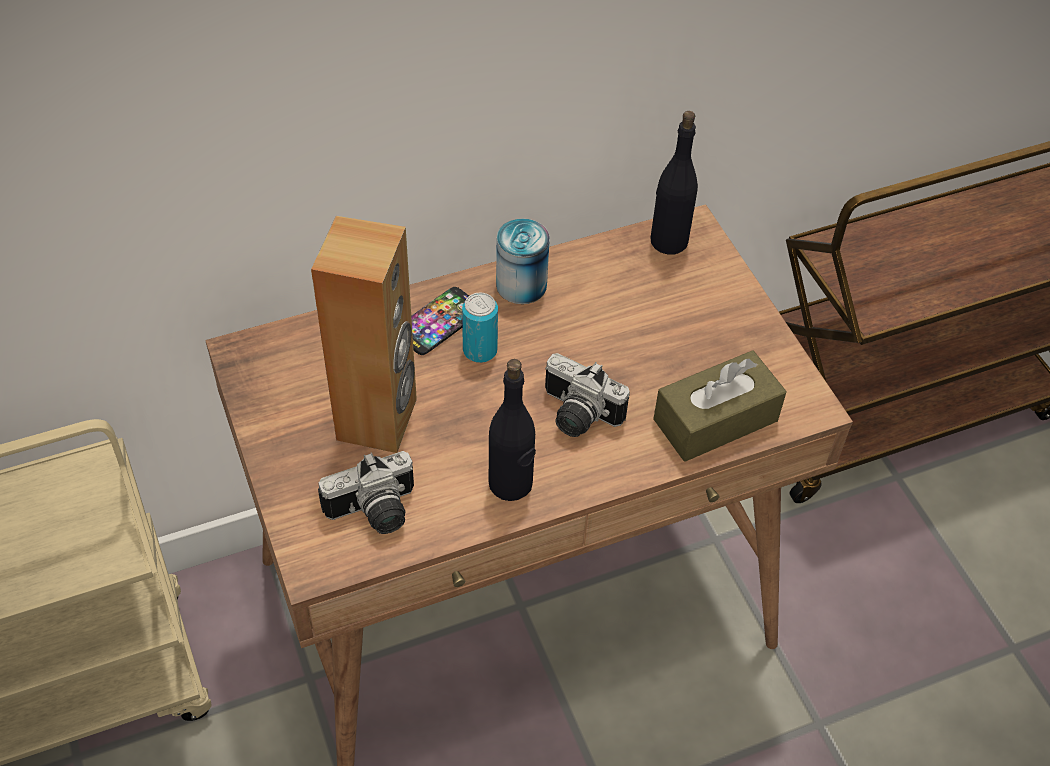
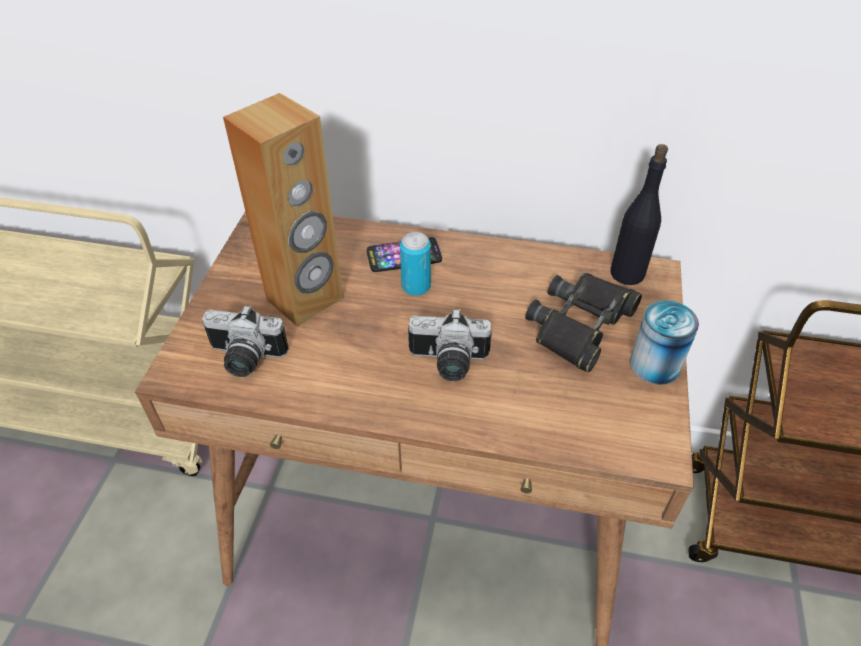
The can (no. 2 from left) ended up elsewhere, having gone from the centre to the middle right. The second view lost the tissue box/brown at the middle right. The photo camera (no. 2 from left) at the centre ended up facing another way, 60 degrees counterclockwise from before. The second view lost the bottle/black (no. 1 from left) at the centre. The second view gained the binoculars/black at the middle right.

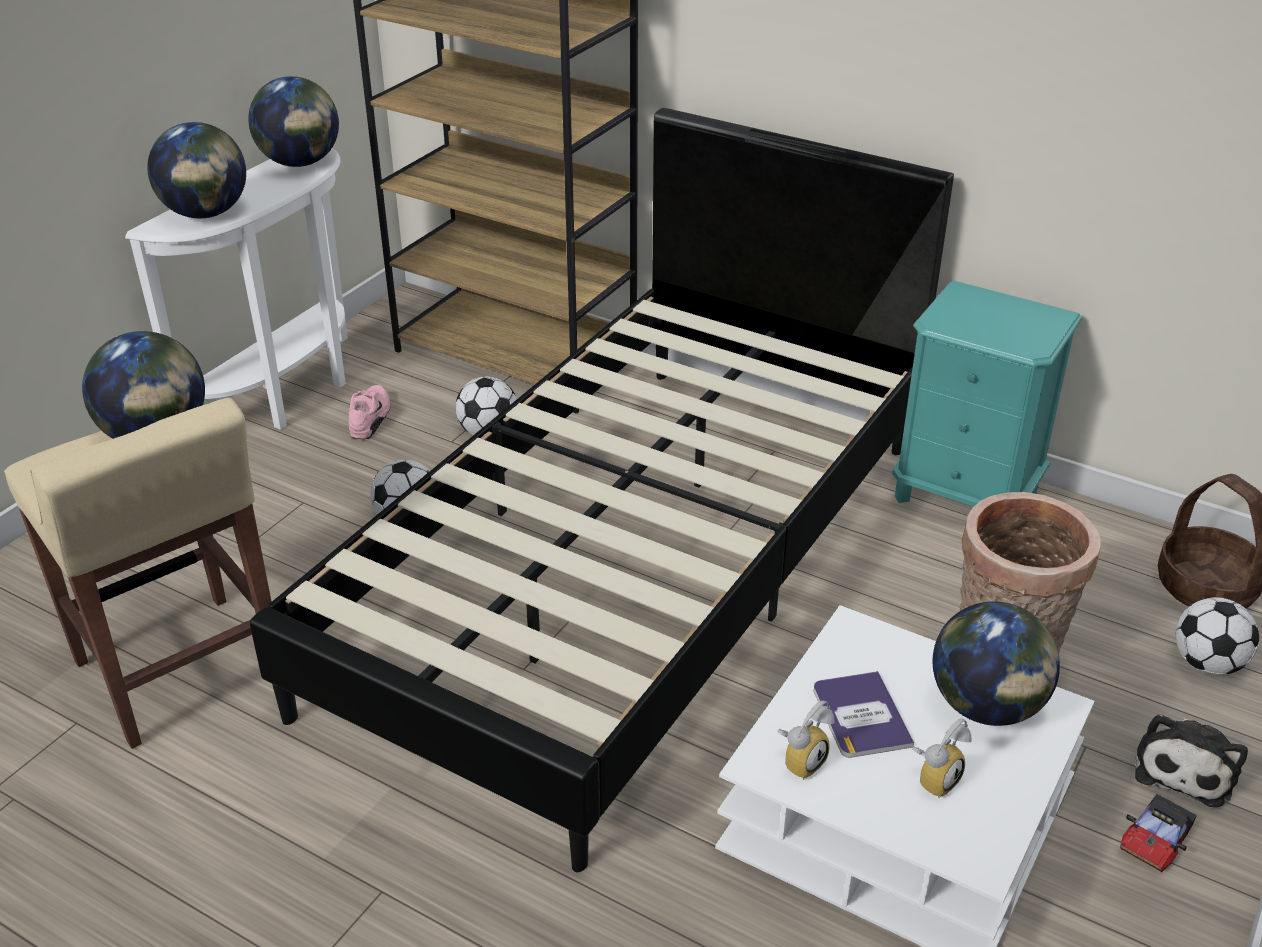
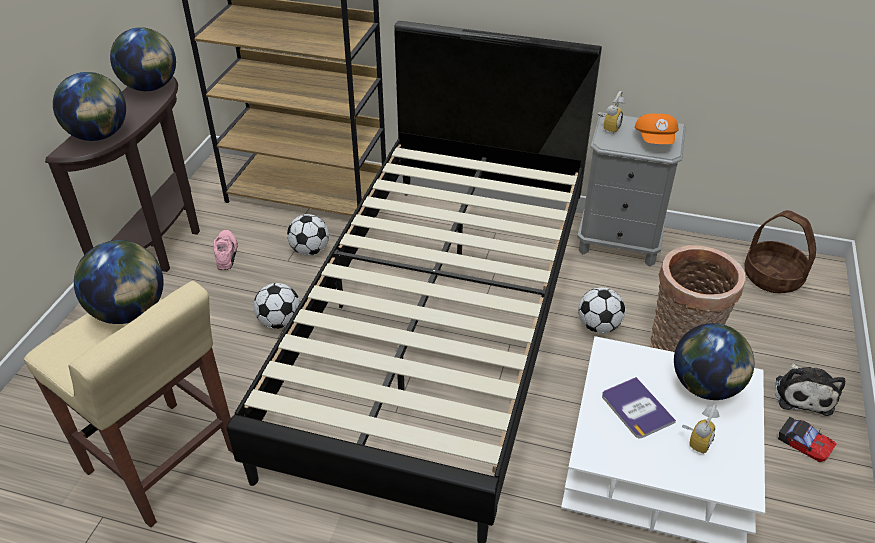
What was the console table/white at the top left turned into the console table/brown at the top left. What was the nightstand/turquoise at the middle right turned into the nightstand/grey at the middle right. The football (no. 3 from left) ended up elsewhere, having gone from the bottom right to the middle right. The alarm clock (no. 1 from left) ended up elsewhere, having gone from the bottom centre to the top right. The toy car at the bottom right ended up facing another way, 75 degrees counterclockwise from before. The second view gained the cap/orange at the top right.

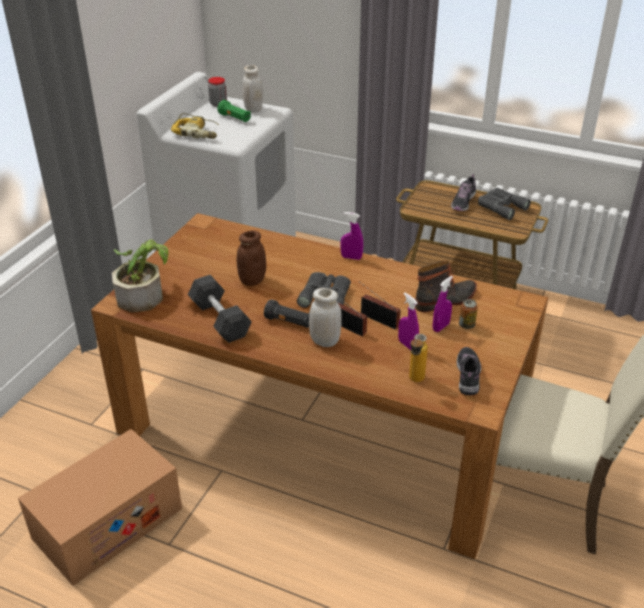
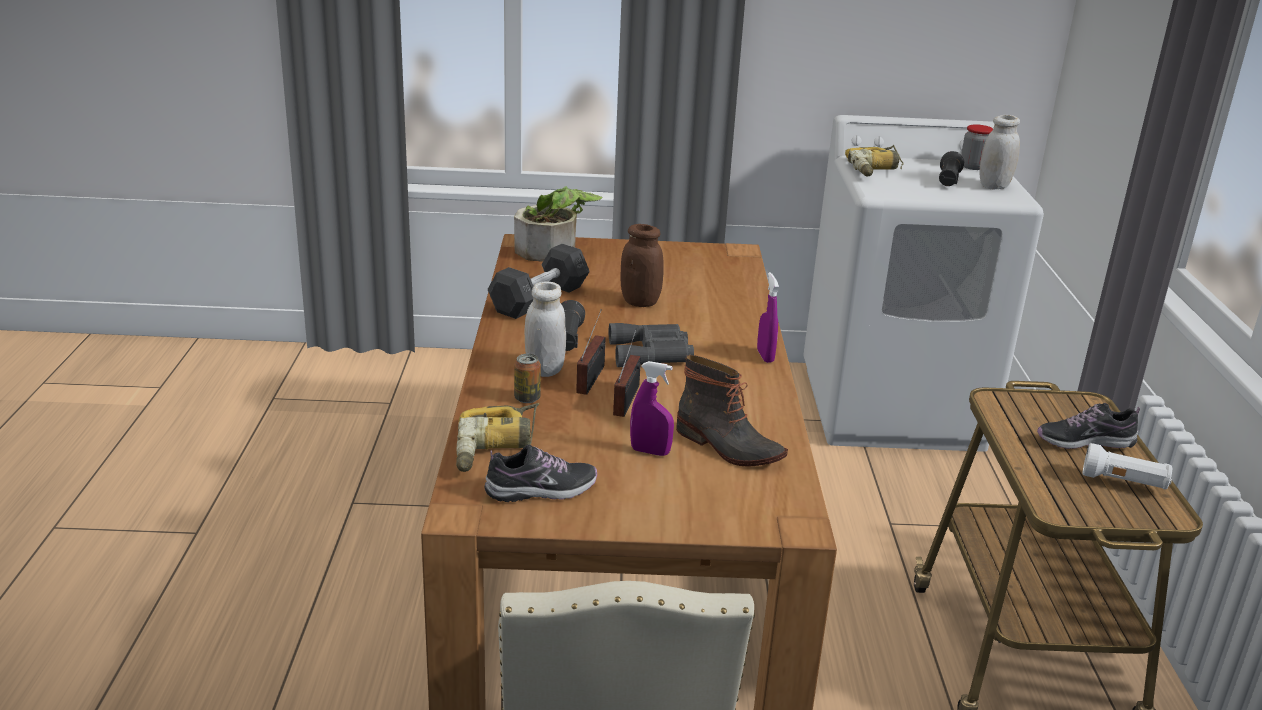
What was the flashlight/green at the top centre turned into the flashlight/black (no. 2 from left) at the top right. Where the binoculars/grey (no. 2 from left) stood at the middle right, the flashlight/white came to stand at the middle right. The second view lost the spray bottle/purple (no. 2 from left) at the centre. The can ended up elsewhere, having gone from the middle right to the centre. Where the bottle stood at the centre, the power drill (no. 1 from left) came to stand at the centre. The second view lost the cardboard box at the bottom left.

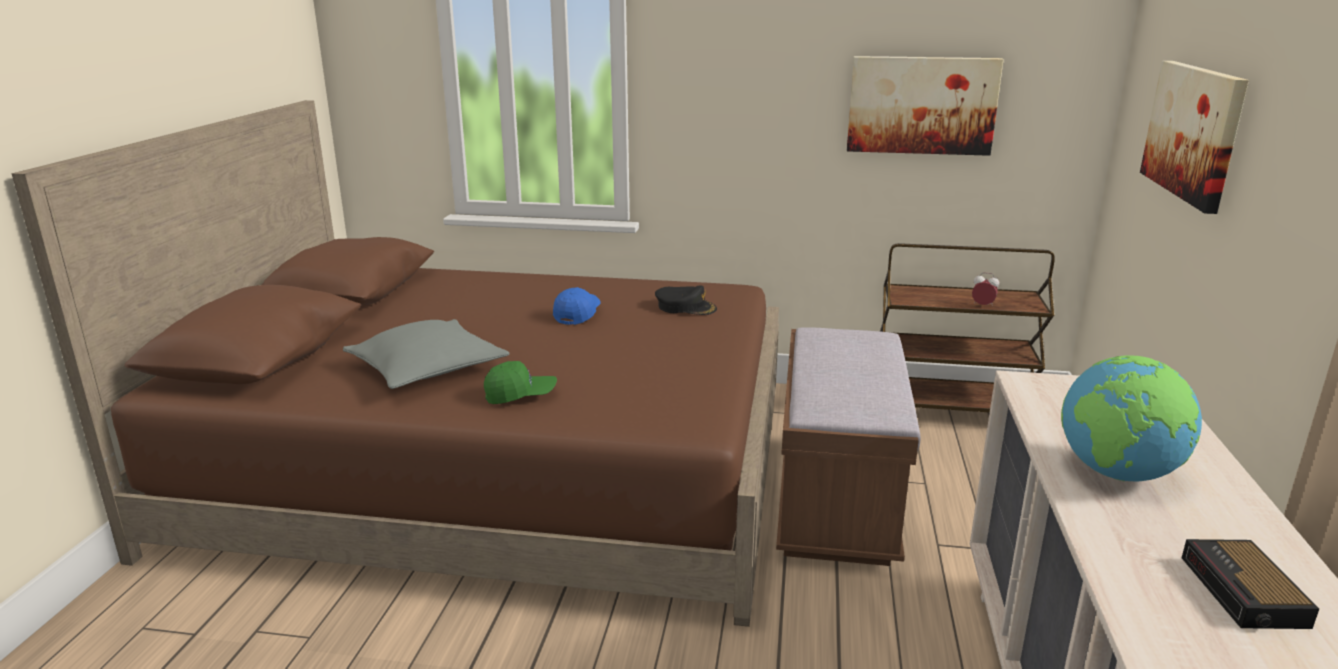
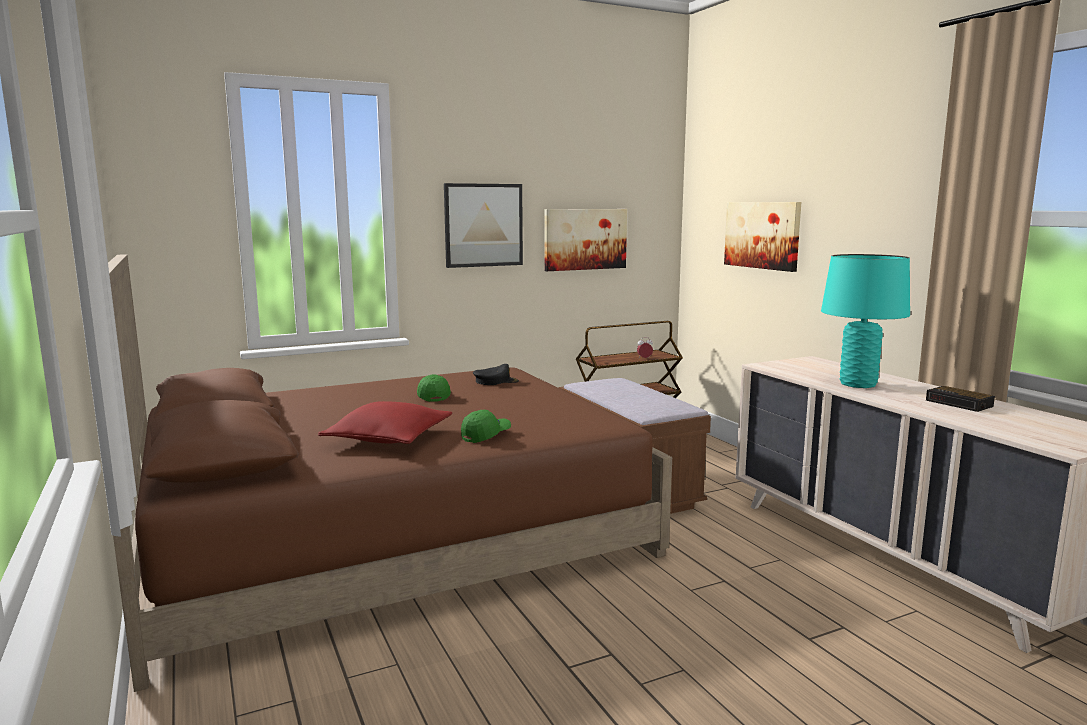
What was the cap/blue at the centre turned into the cap/green (no. 1 from left) at the centre. What was the pillow/grey at the middle left turned into the pillow/red at the centre. Where the globe stood at the middle right, the table lamp/turquoise came to stand at the middle right. The second view gained the picture (no. 1 from left) at the top centre.

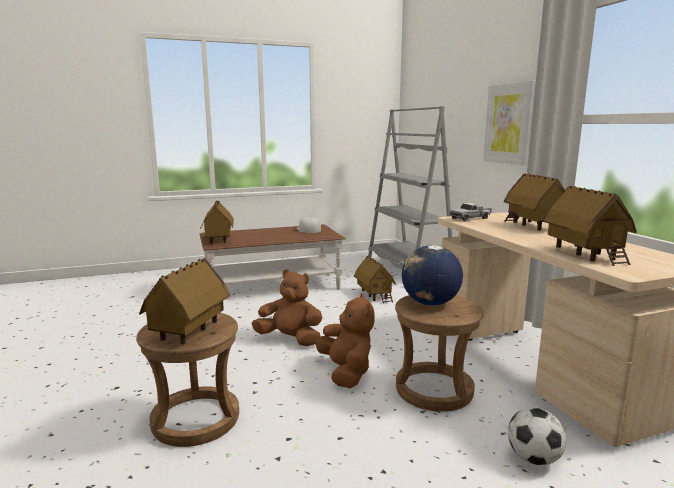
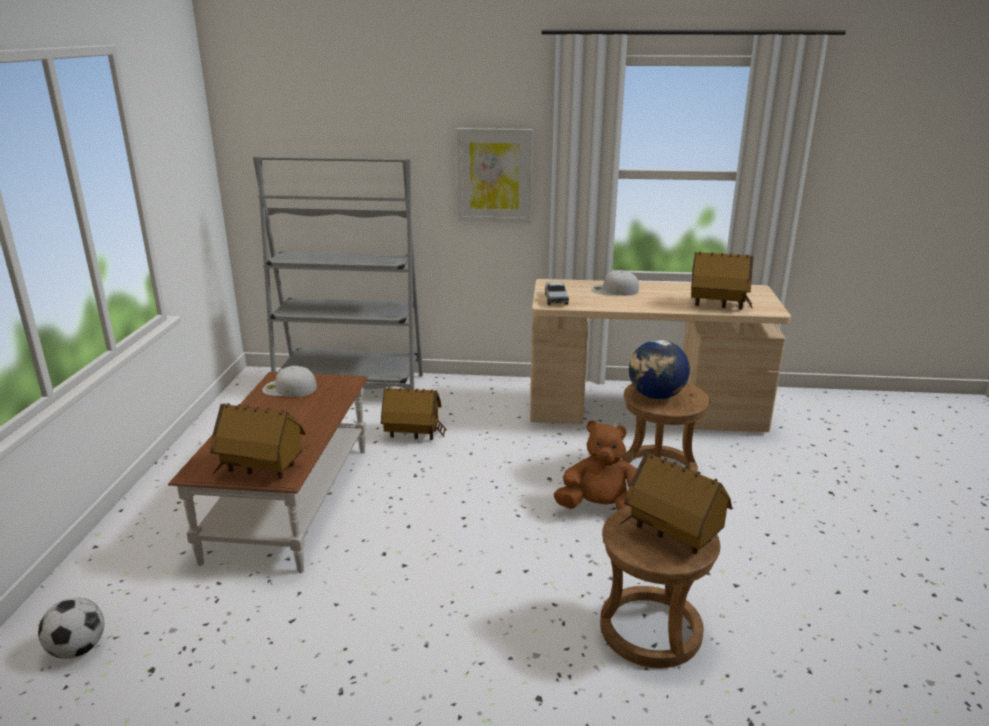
Where the toy house (no. 4 from left) stood at the middle right, the cap/white (no. 2 from left) came to stand at the centre. The second view lost the plush toy/brown (no. 1 from left) at the centre. The football ended up elsewhere, having gone from the bottom right to the bottom left.

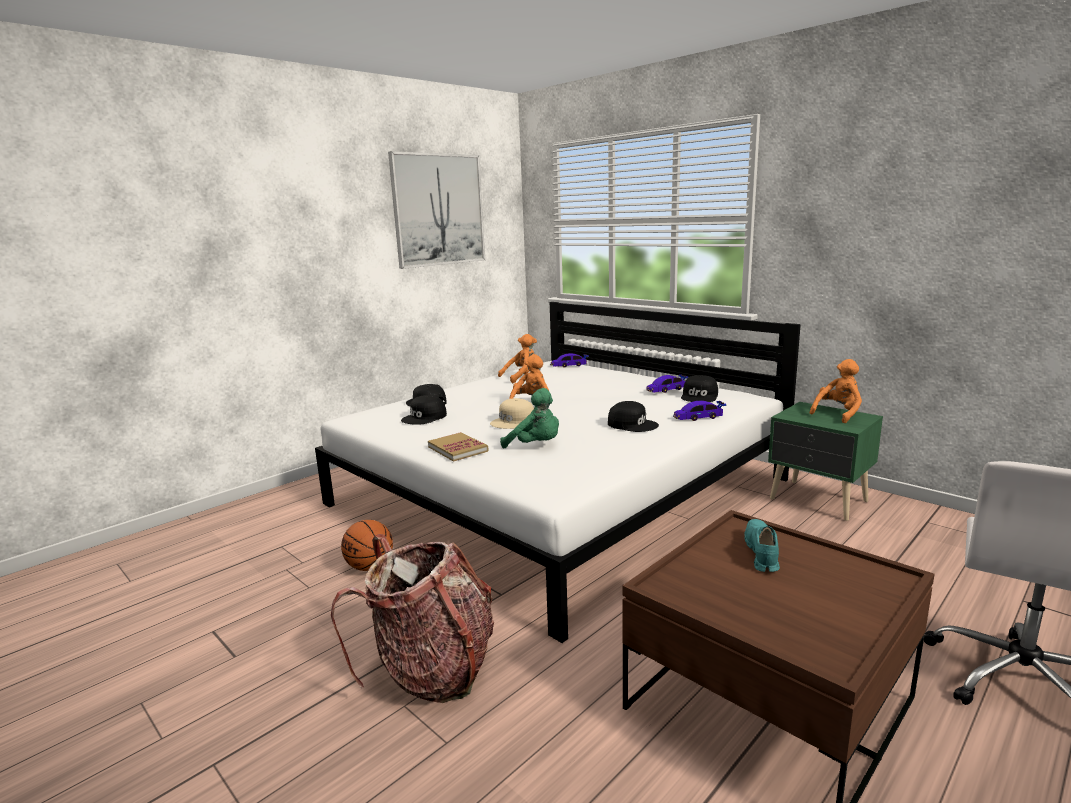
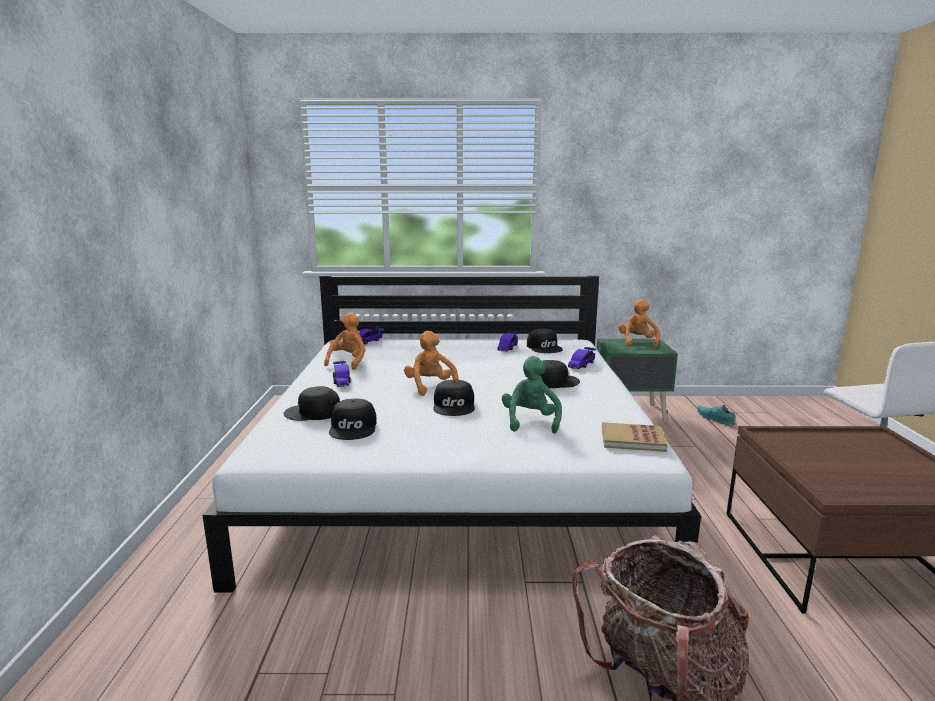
The second view lost the picture at the top centre. The plush toy/green at the centre ended up facing another way, 75 degrees counterclockwise from before. What was the cap/beige at the centre turned into the cap/black (no. 3 from left) at the centre. The book ended up elsewhere, having gone from the centre to the middle right. The shoe/turquoise ended up elsewhere, having gone from the bottom right to the middle right. The second view lost the basketball at the bottom centre. The second view gained the toy car (no. 1 from left) at the centre.

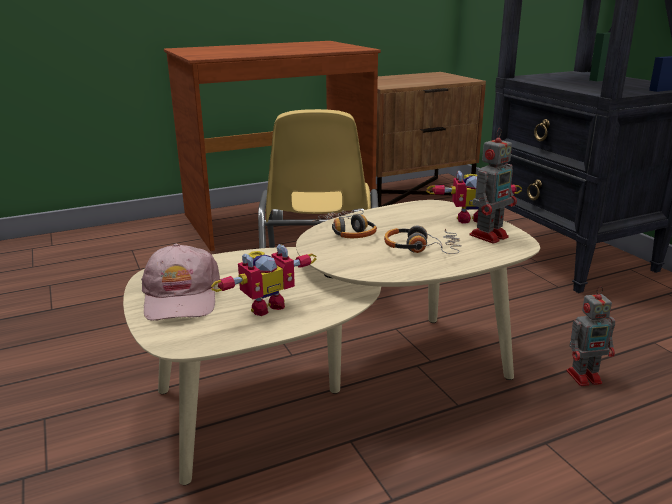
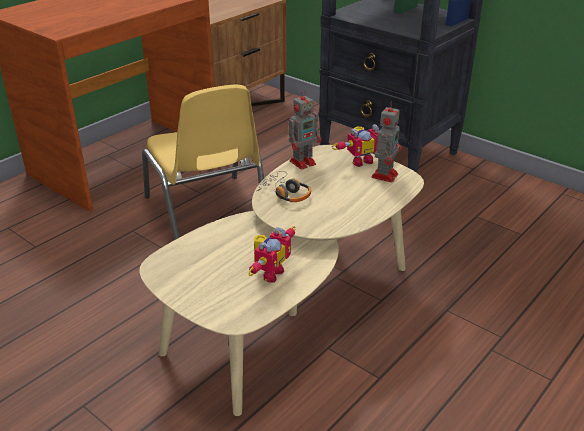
The second view lost the headphones (no. 2 from left) at the centre. The second view lost the cap/pink at the middle left. The toy robot (no. 4 from left in the first image) ended up elsewhere, having gone from the bottom right to the top centre.

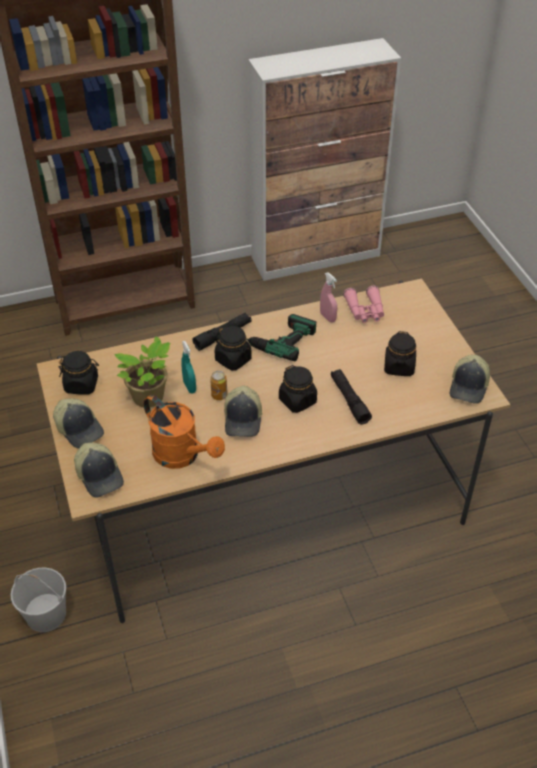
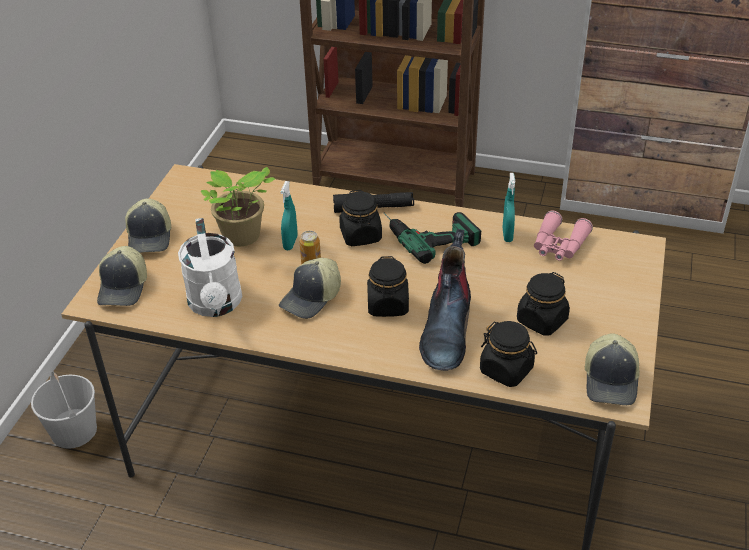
What was the spray bottle/pink at the centre turned into the spray bottle/turquoise (no. 2 from left) at the middle right. The jar/black (no. 1 from left in the first image) ended up elsewhere, having gone from the middle left to the middle right. The cap (no. 4 from left) at the middle right ended up facing another way, 45 degrees counterclockwise from before. Where the flashlight/black (no. 2 from left) stood at the centre, the boot came to stand at the centre. What was the watering can/orange at the centre turned into the watering can/white at the middle left.

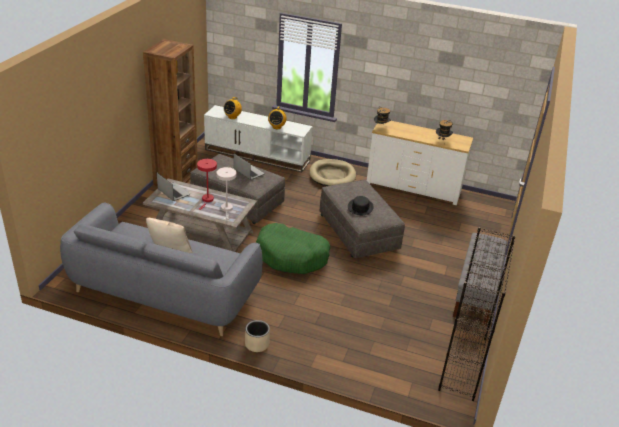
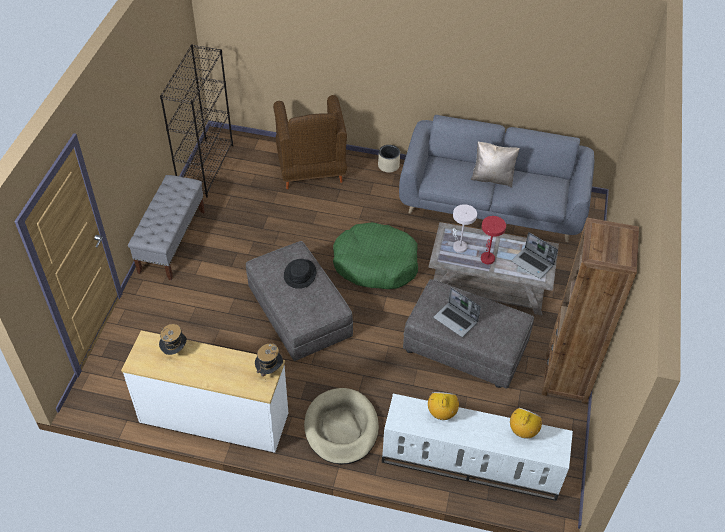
The second view gained the armchair/brown at the top centre.

